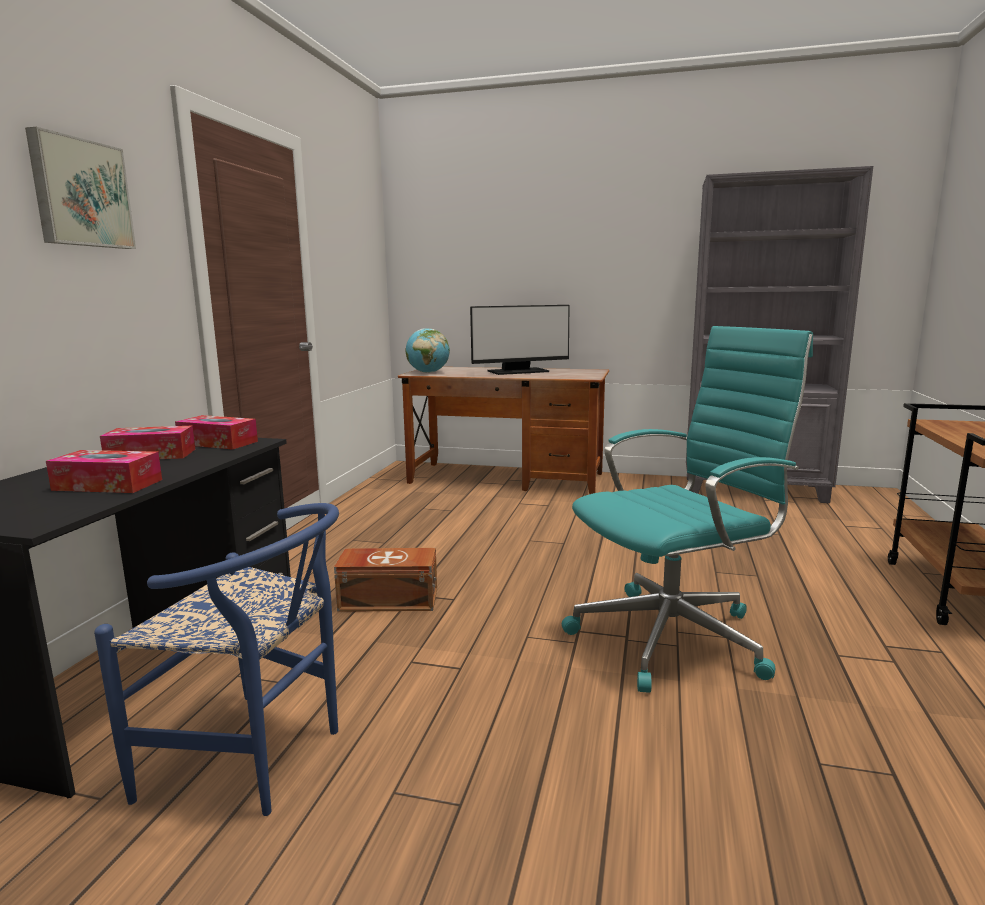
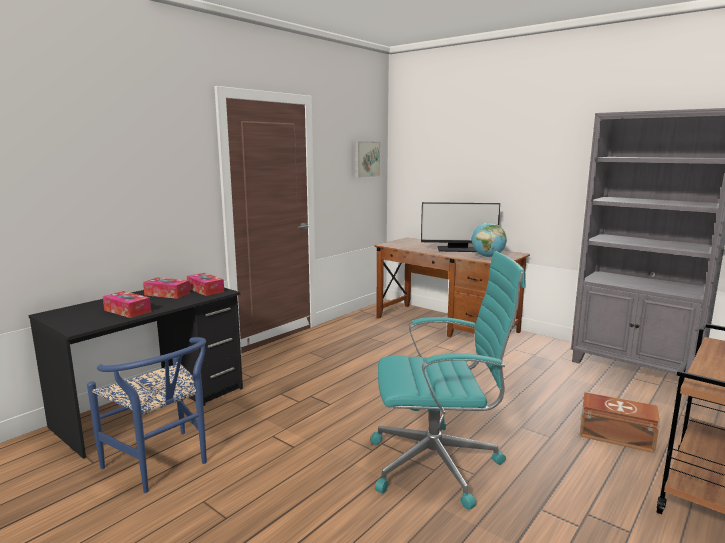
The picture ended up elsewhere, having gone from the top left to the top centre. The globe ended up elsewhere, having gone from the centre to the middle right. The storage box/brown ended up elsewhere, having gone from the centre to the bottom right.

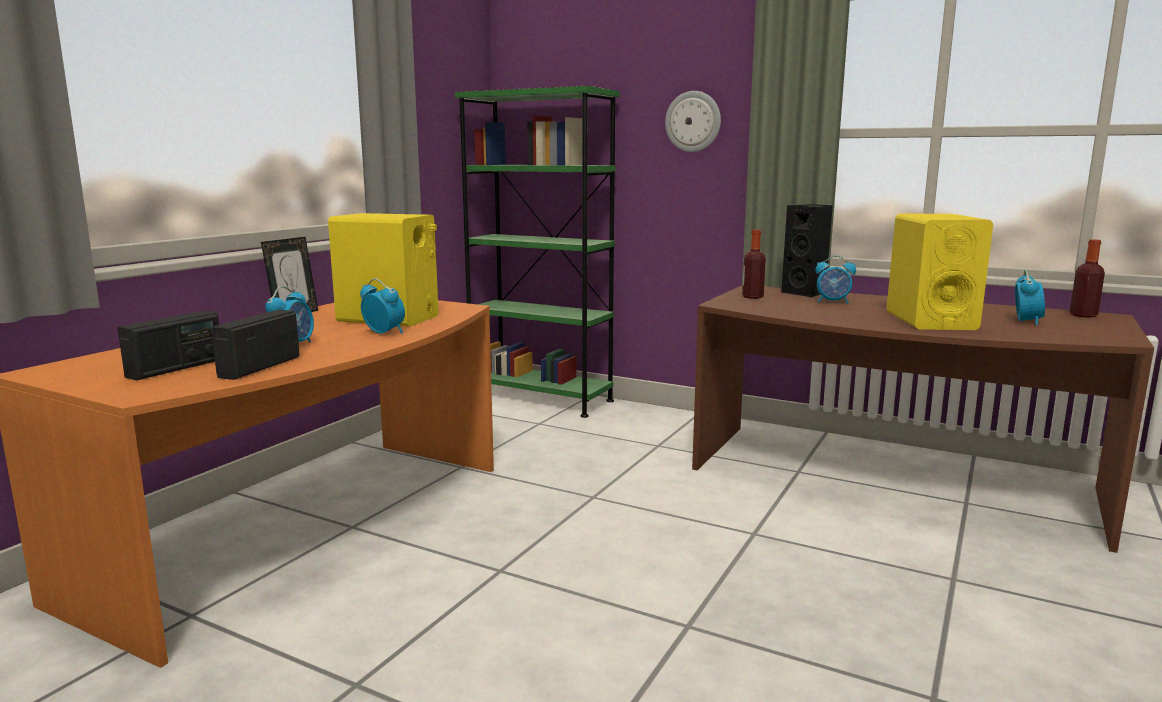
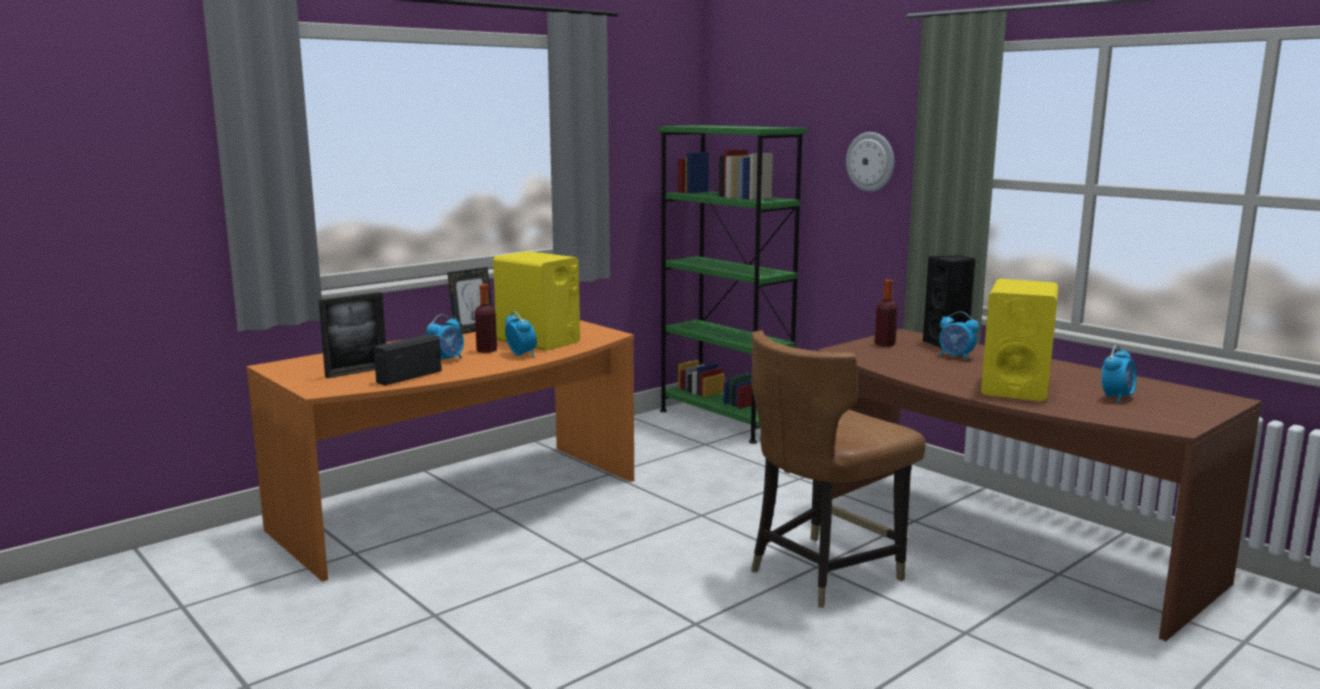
The bottle (no. 2 from left in the first image) ended up elsewhere, having gone from the middle right to the centre. Where the radio (no. 1 from left) stood at the middle left, the picture frame (no. 1 from left) came to stand at the middle left. The second view gained the chair/brown at the bottom centre.

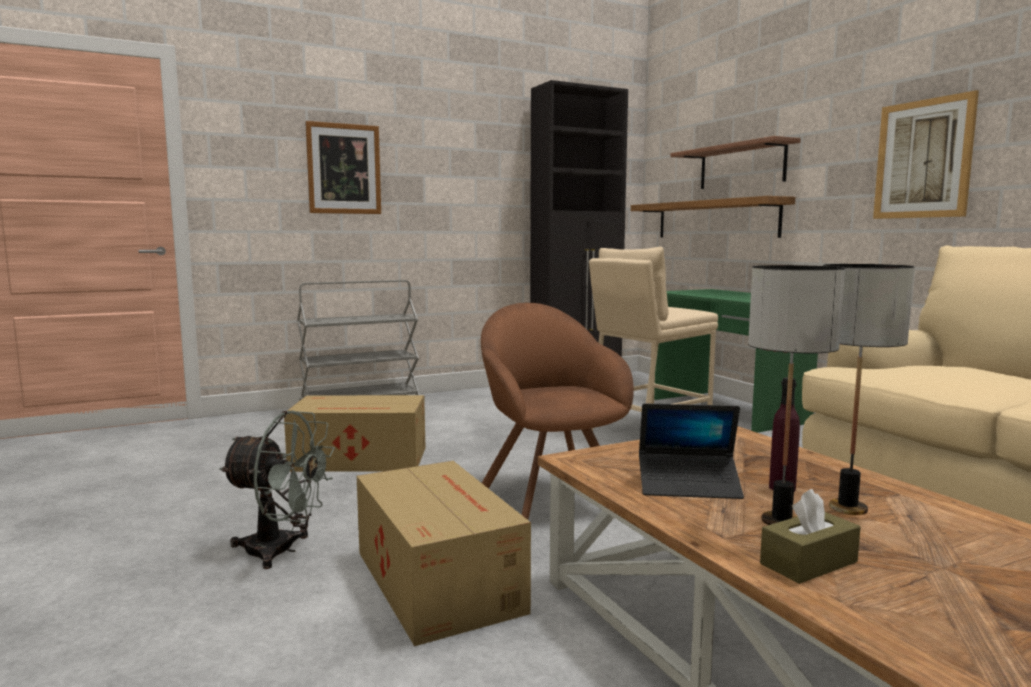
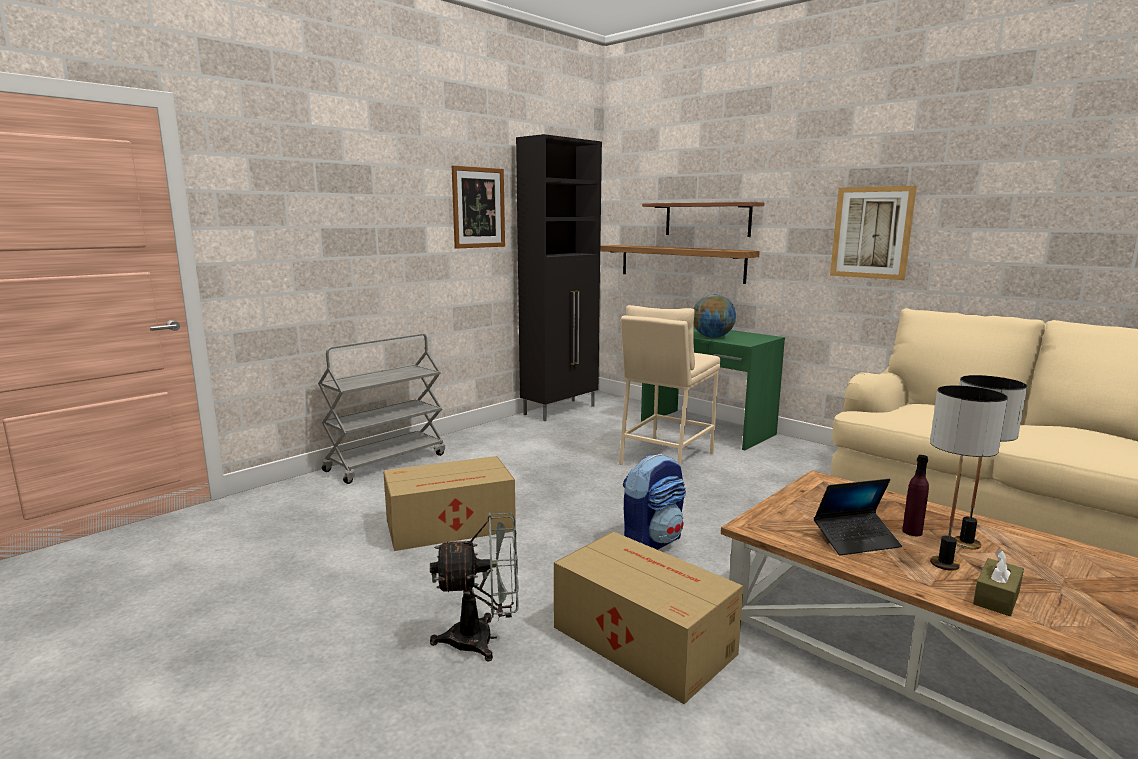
The picture (no. 1 from left) ended up elsewhere, having gone from the top left to the top centre. Where the armchair/brown stood at the centre, the backpack came to stand at the centre. The second view gained the globe at the centre.

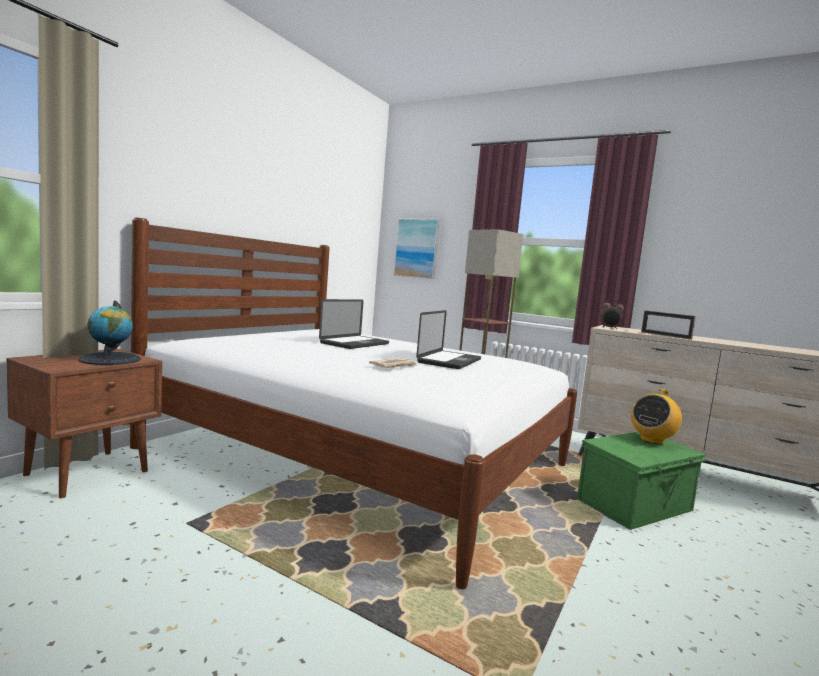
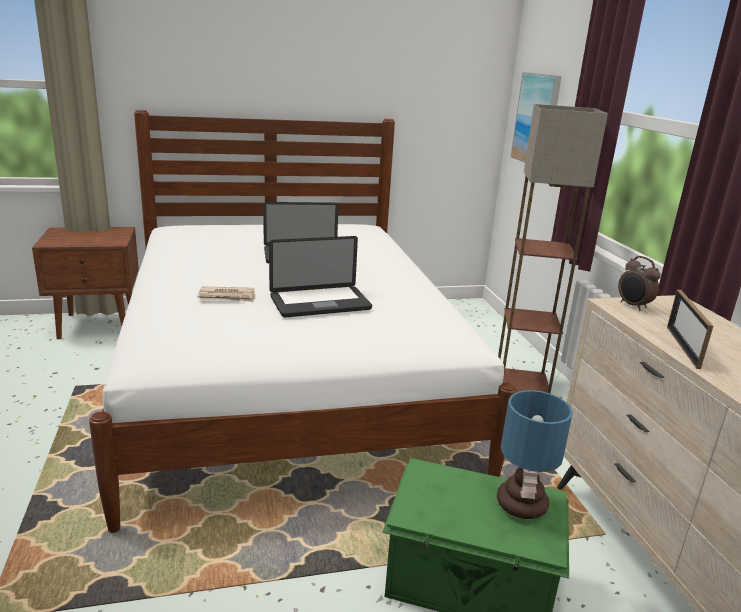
The second view lost the globe at the middle left. Where the radio stood at the middle right, the table lamp came to stand at the bottom right.

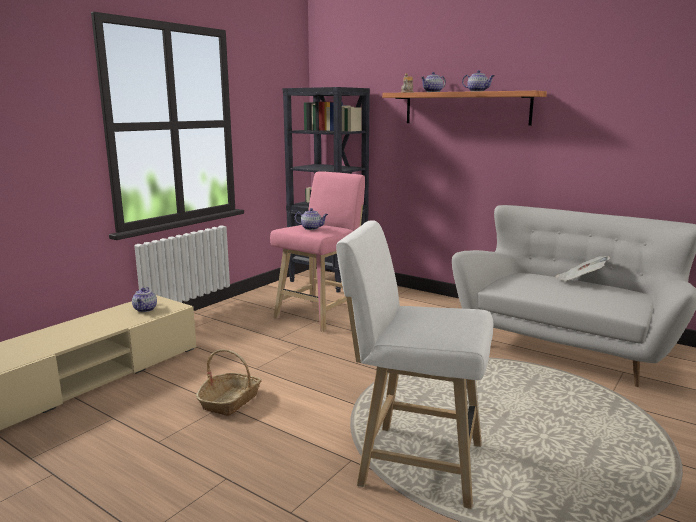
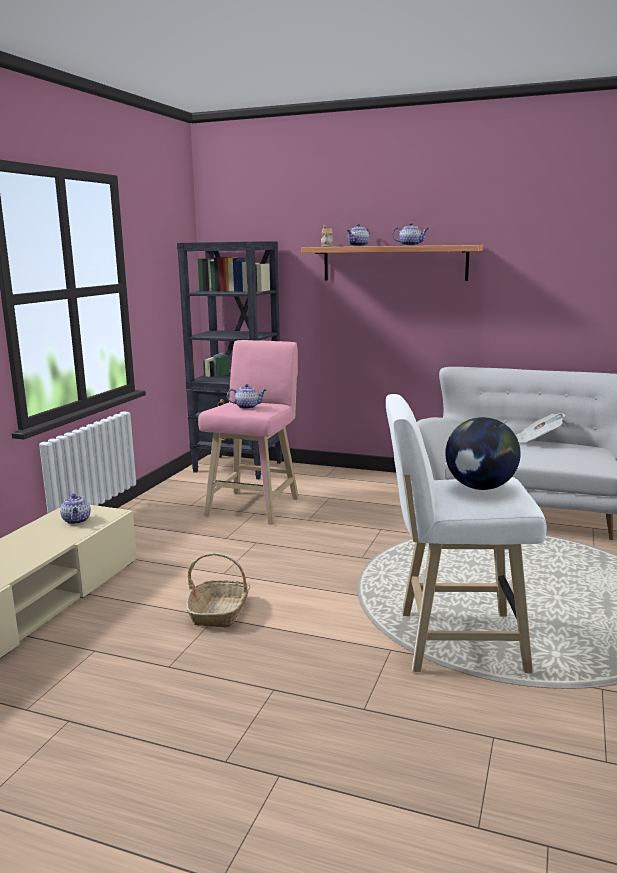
The second view gained the globe at the middle right.

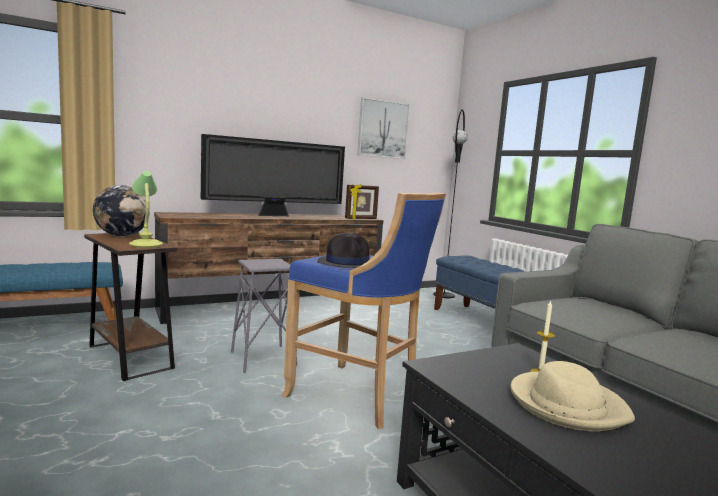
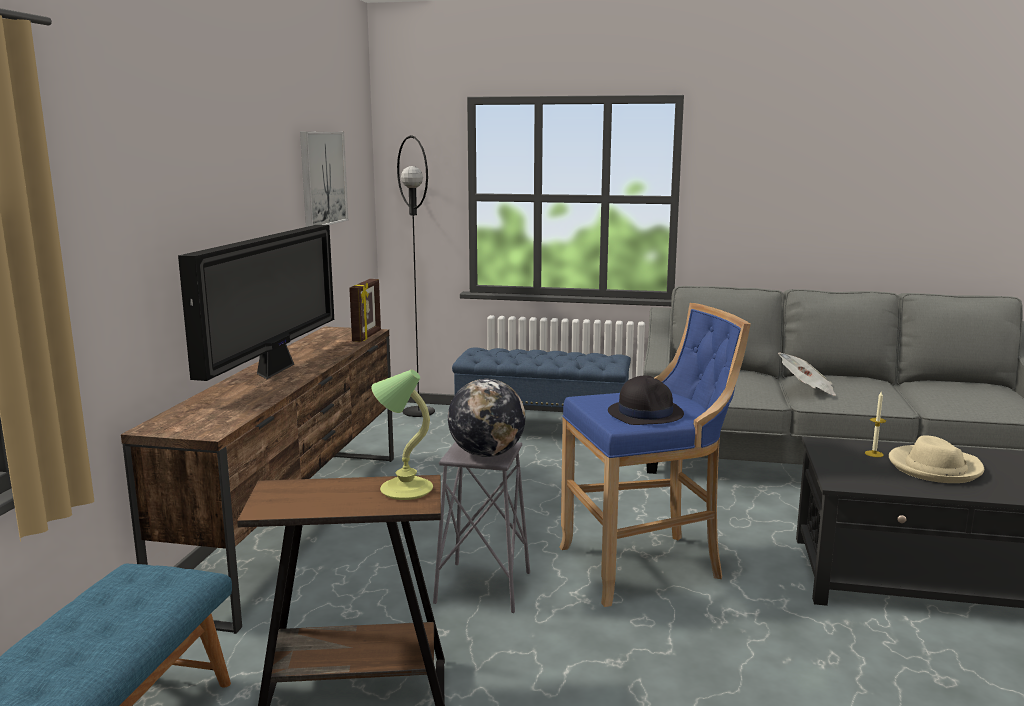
The globe ended up elsewhere, having gone from the middle left to the centre. The second view gained the newspaper at the middle right.

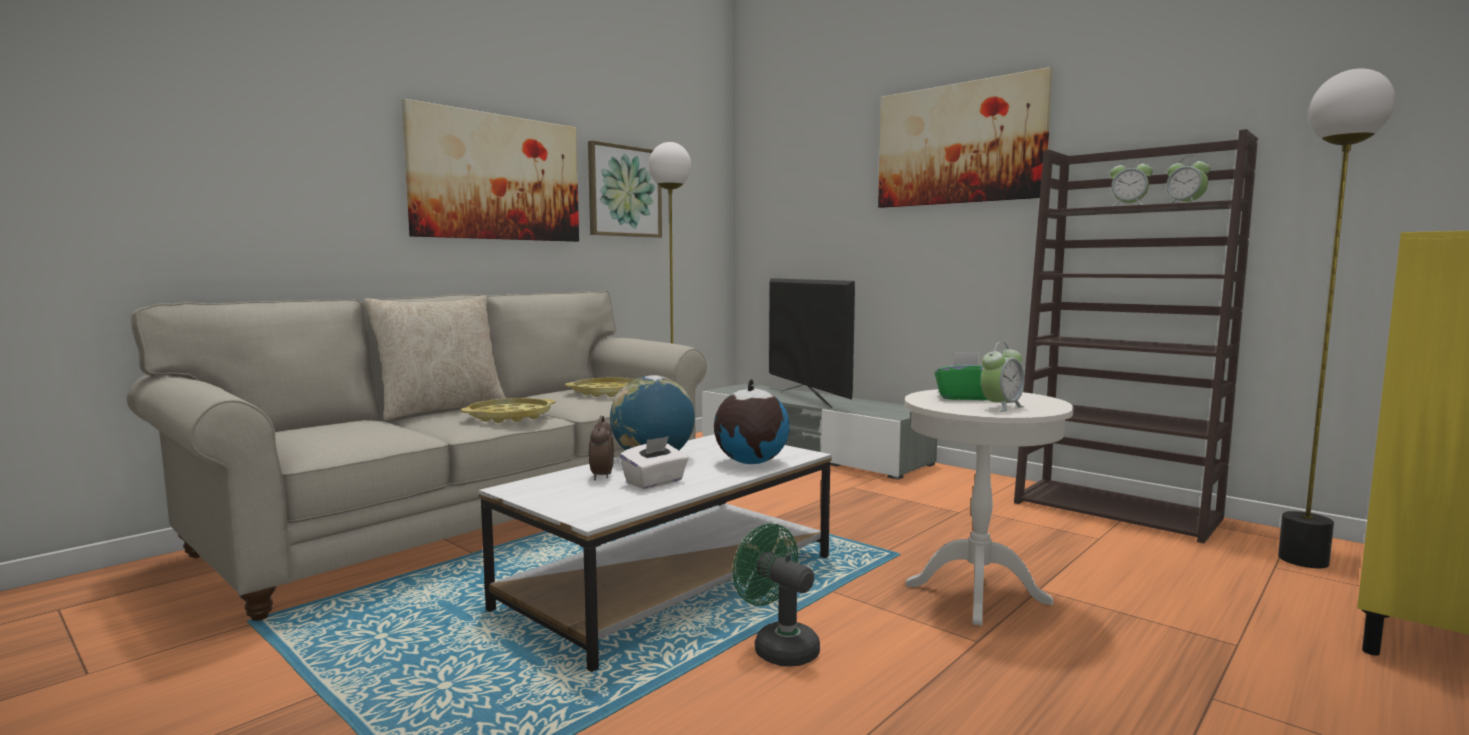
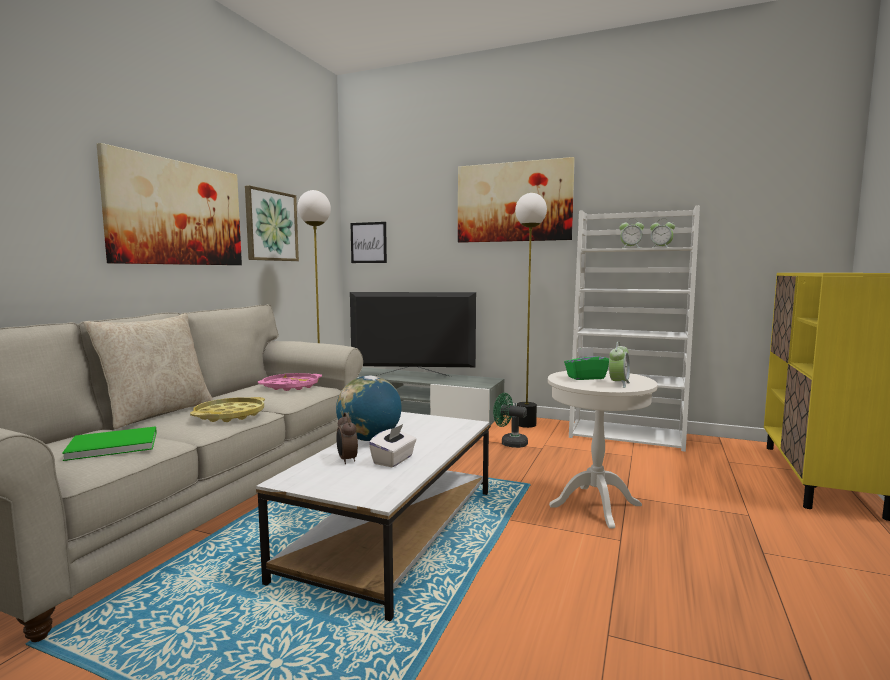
The floor lamp (no. 2 from left) ended up elsewhere, having gone from the middle right to the centre. What was the bookcase/brown at the middle right turned into the bookcase/white at the middle right. The television at the centre ended up facing another way, 135 degrees clockwise from before. What was the tray/yellow (no. 2 from left) at the centre turned into the tray/pink at the middle left. The second view lost the globe (no. 2 from left) at the centre. The fan/green ended up elsewhere, having gone from the bottom centre to the centre. The second view gained the picture (no. 3 from left) at the centre. The second view gained the book/green at the middle left.

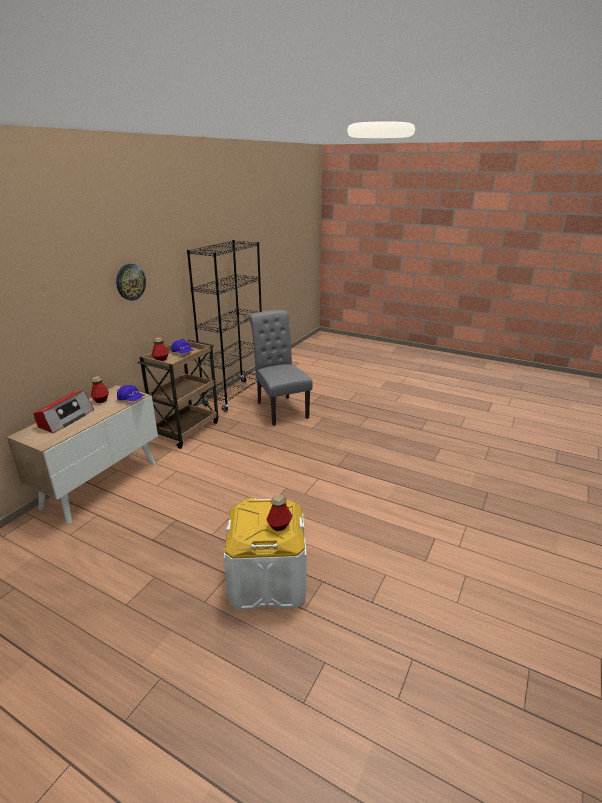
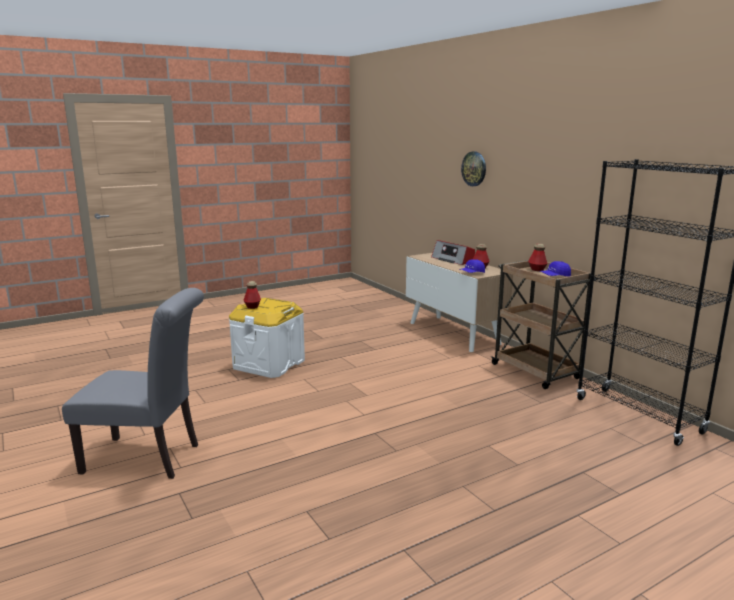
The wall clock ended up elsewhere, having gone from the middle left to the top centre. The chair/grey ended up elsewhere, having gone from the centre to the middle left.

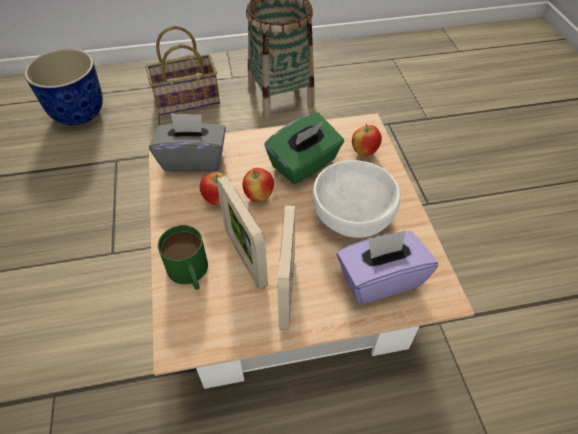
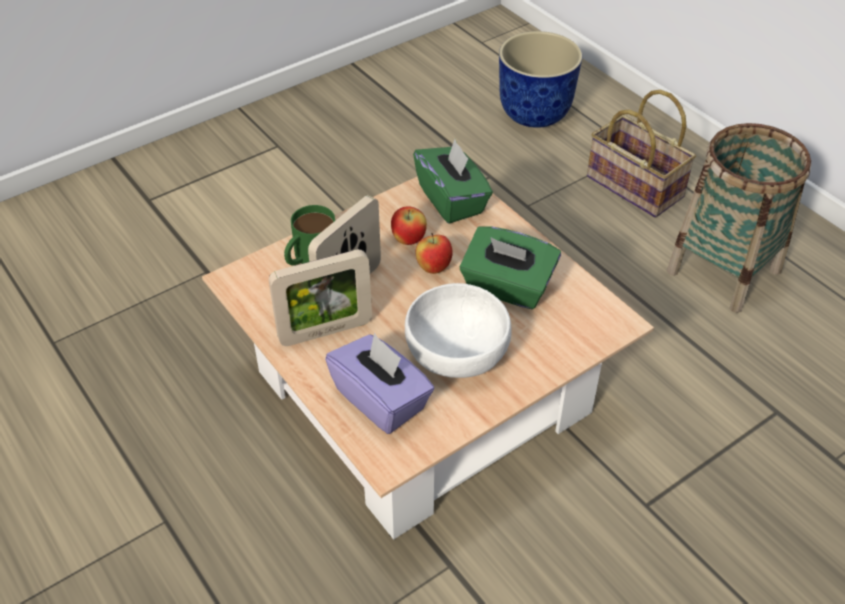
What was the tissue box/grey at the top left turned into the tissue box/green (no. 1 from left) at the top centre. The second view lost the apple (no. 3 from left) at the top centre.

